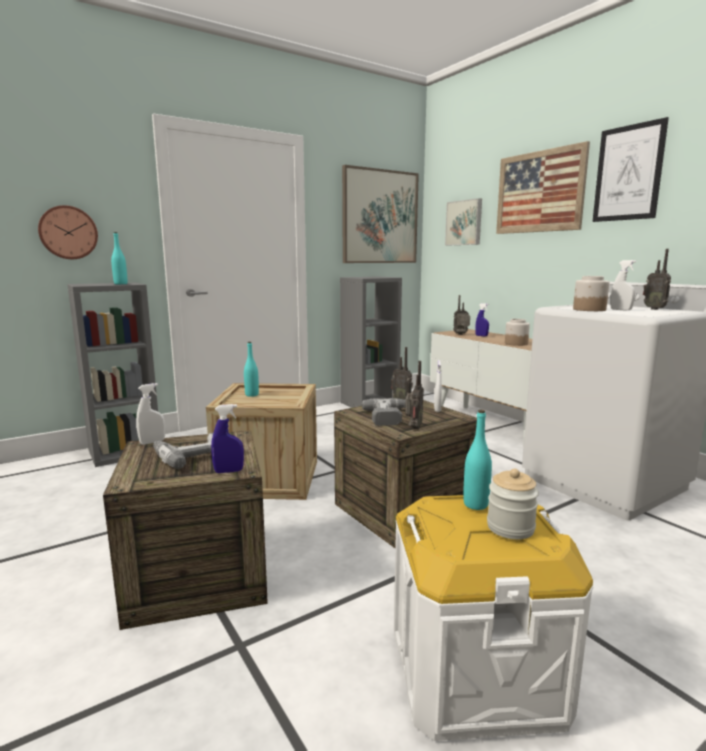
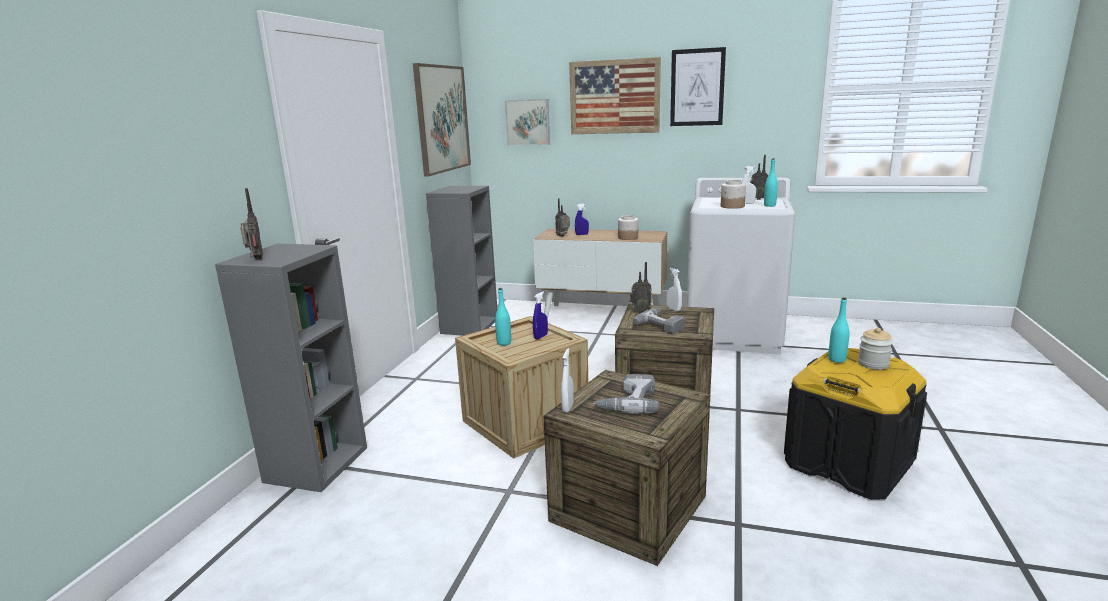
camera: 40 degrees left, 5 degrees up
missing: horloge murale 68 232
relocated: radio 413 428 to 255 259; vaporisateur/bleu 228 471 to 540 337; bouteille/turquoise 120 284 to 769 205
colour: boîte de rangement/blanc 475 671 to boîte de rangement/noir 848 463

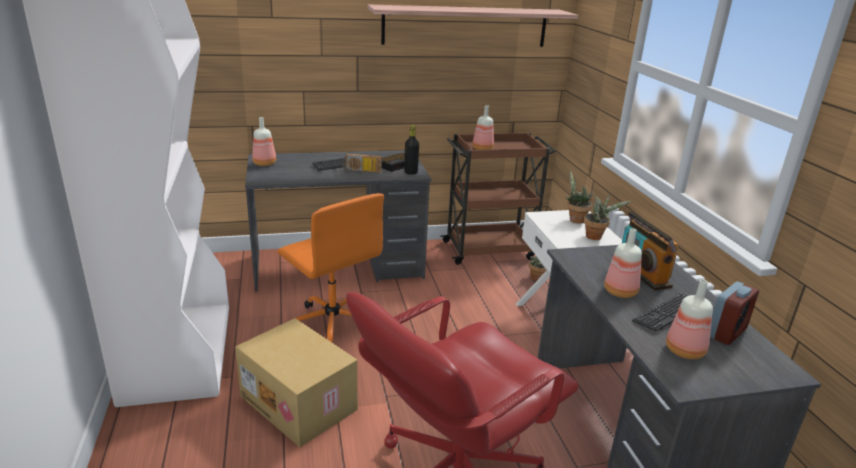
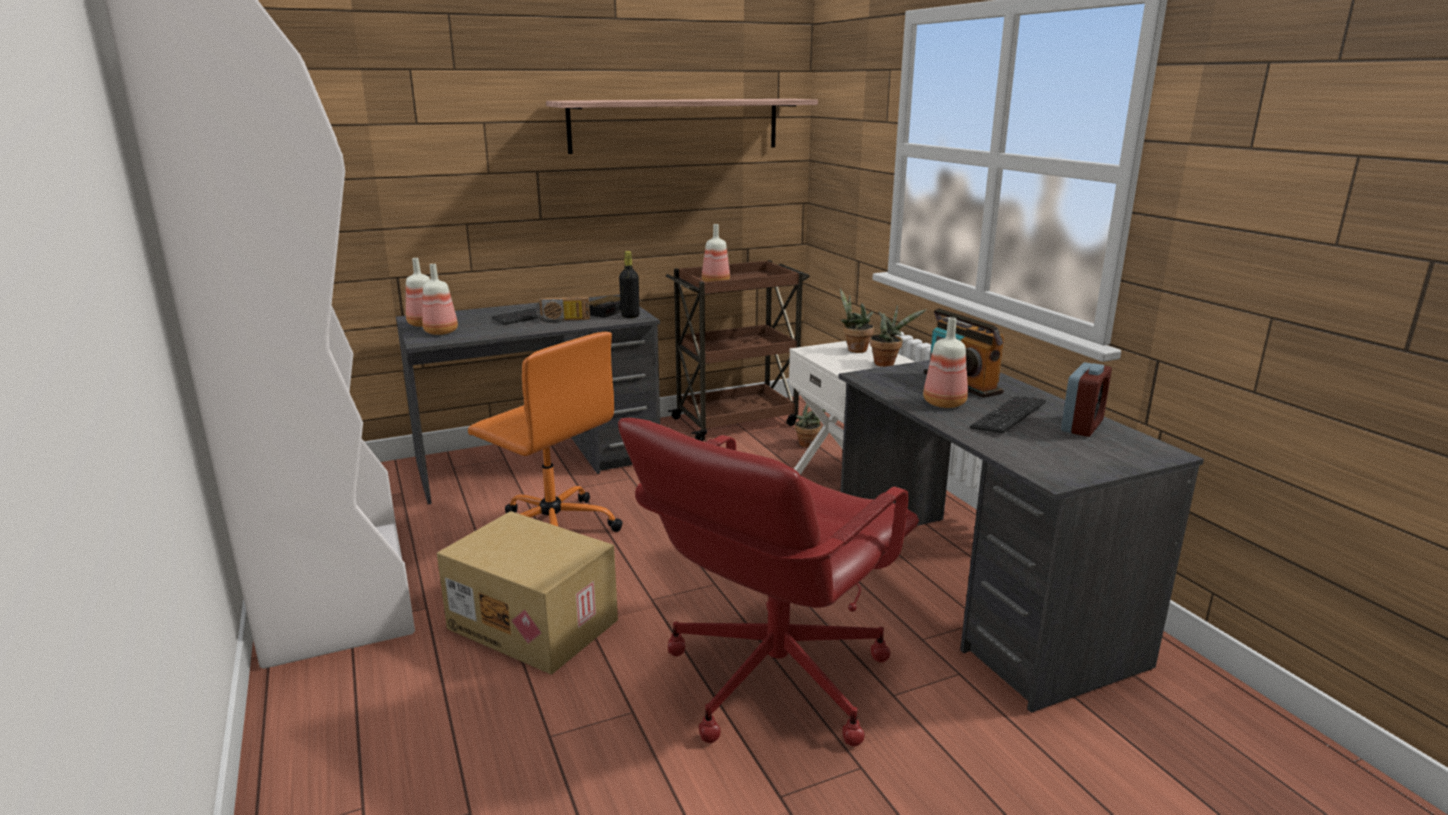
camera: 10 degrees left, 5 degrees down
relocated: bouteille 686 351 to 442 332

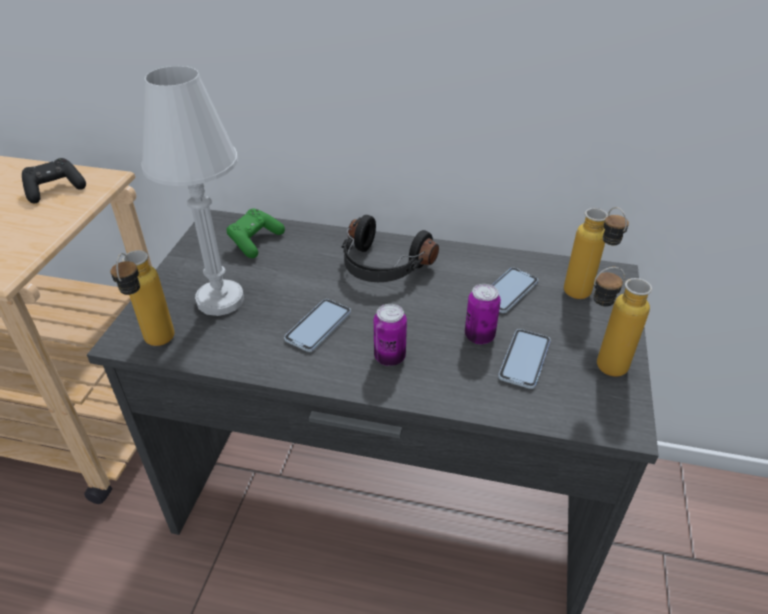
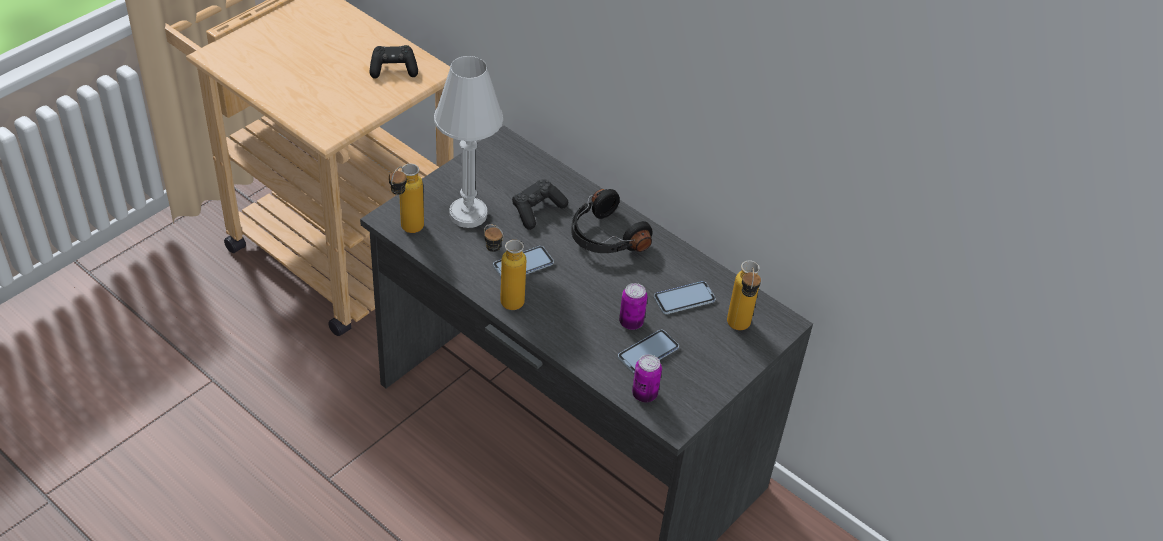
camera: 25 degrees right, 5 degrees up
missing: manette/vert 255 241
appeared: manette/noir 537 210
relocated: bouteille 598 367 to 503 299; boîte métallique 389 357 to 644 394

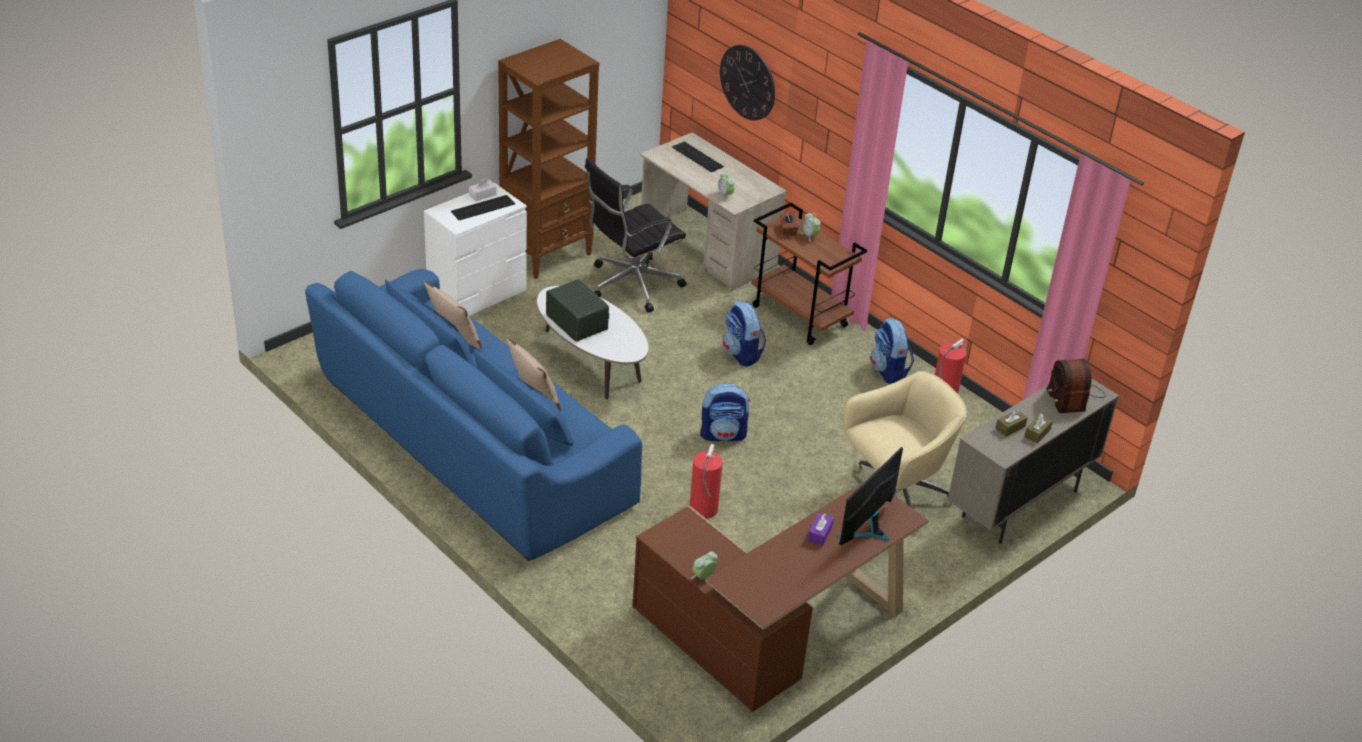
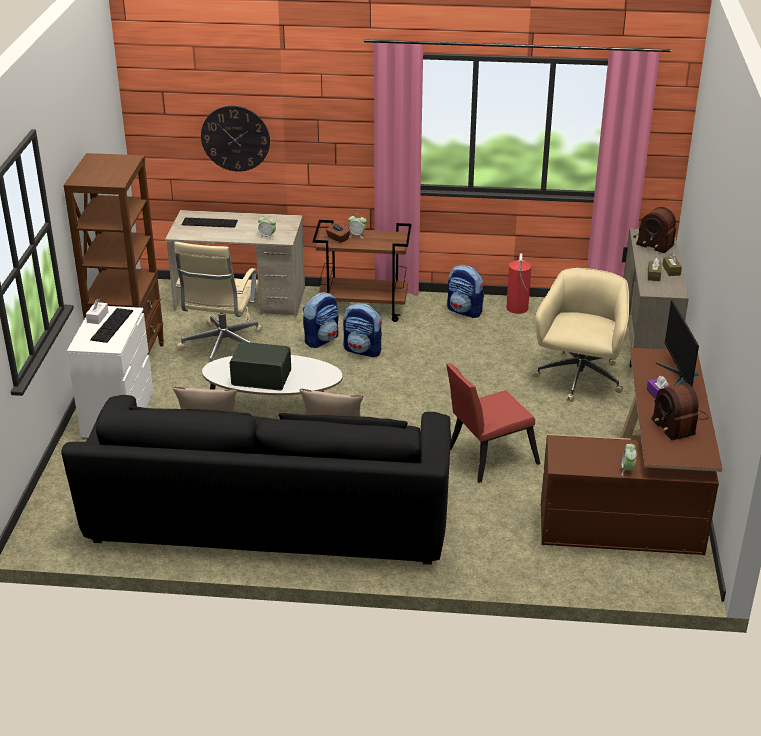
camera: 40 degrees left, 5 degrees down
appeared: radio 677 422
relocated: sac à dos 723 434 to 321 339
exchanged: extincteur 703 509 to chaise/rouge 487 457
colour: canapé/bleu 470 443 to canapé/noir 269 516; chaise de bureau/noir 631 285 to chaise de bureau/beige 223 348

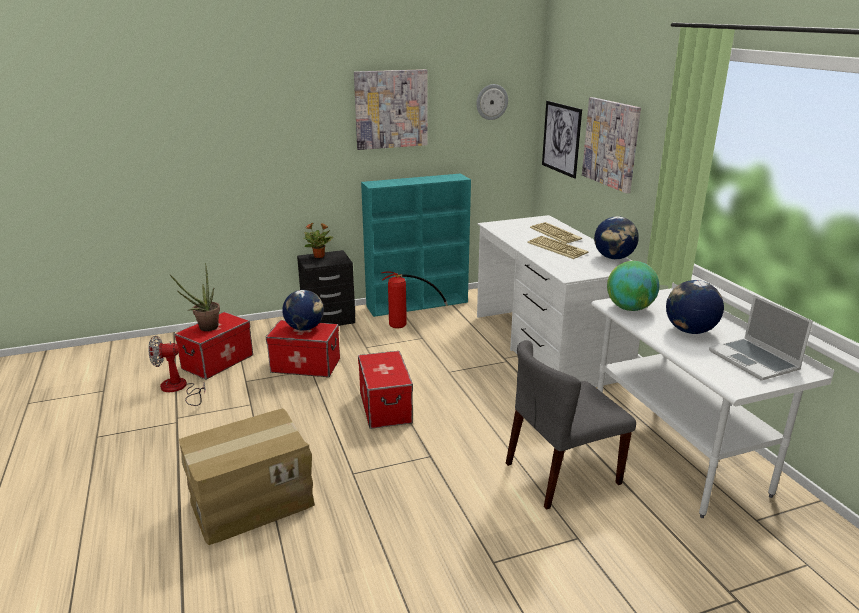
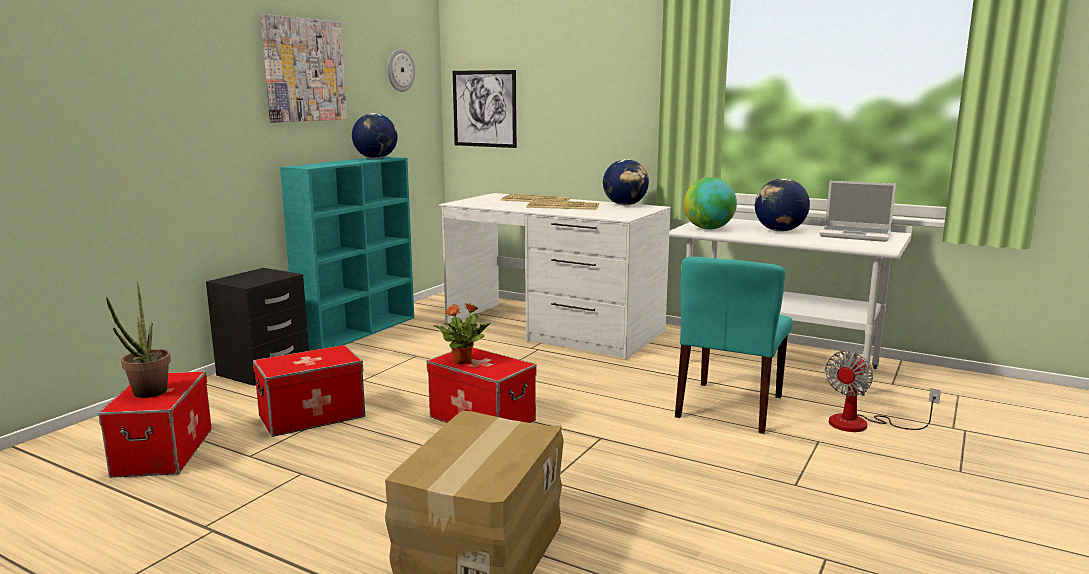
camera: 40 degrees left, 10 degrees down
missing: extincteur 408 324; tableau 611 143
relocated: globe 305 328 to 376 158; plante en pot 319 256 to 463 361; ventilateur 178 389 to 862 424
colour: chaise/gris 562 474 to chaise/turquoise 730 407

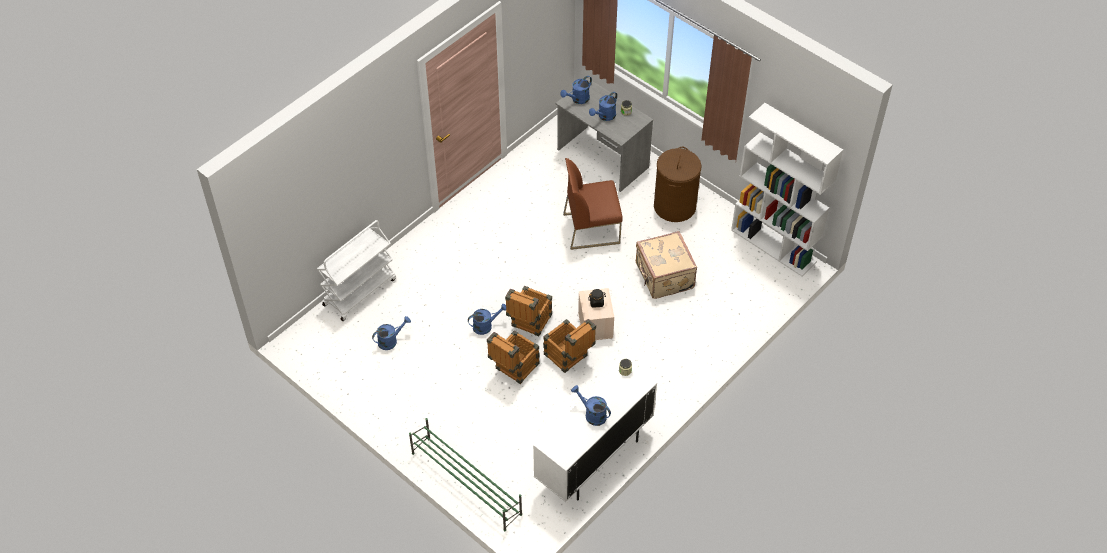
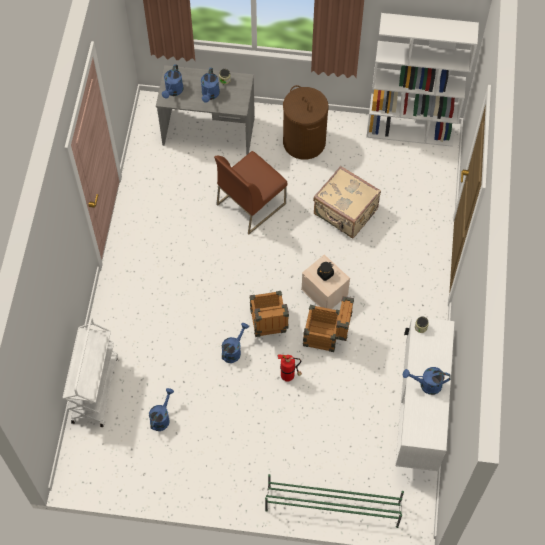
camera: 35 degrees left, 10 degrees up
exchanged: caisse 513 369 to extincteur 289 376

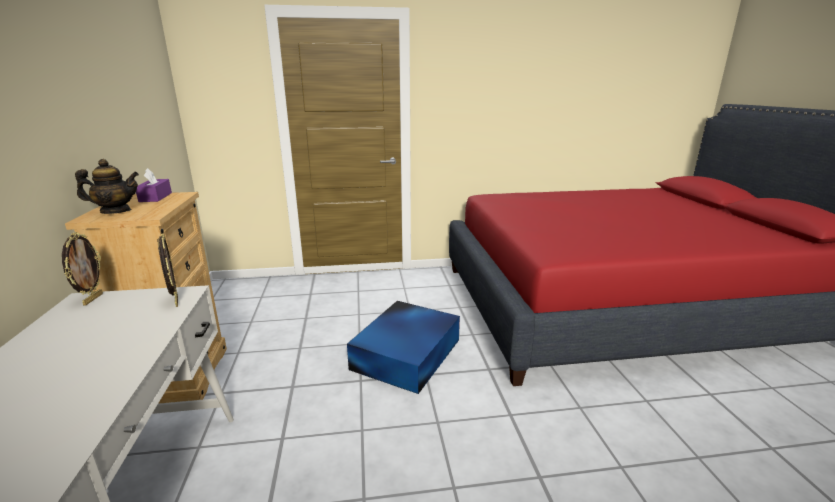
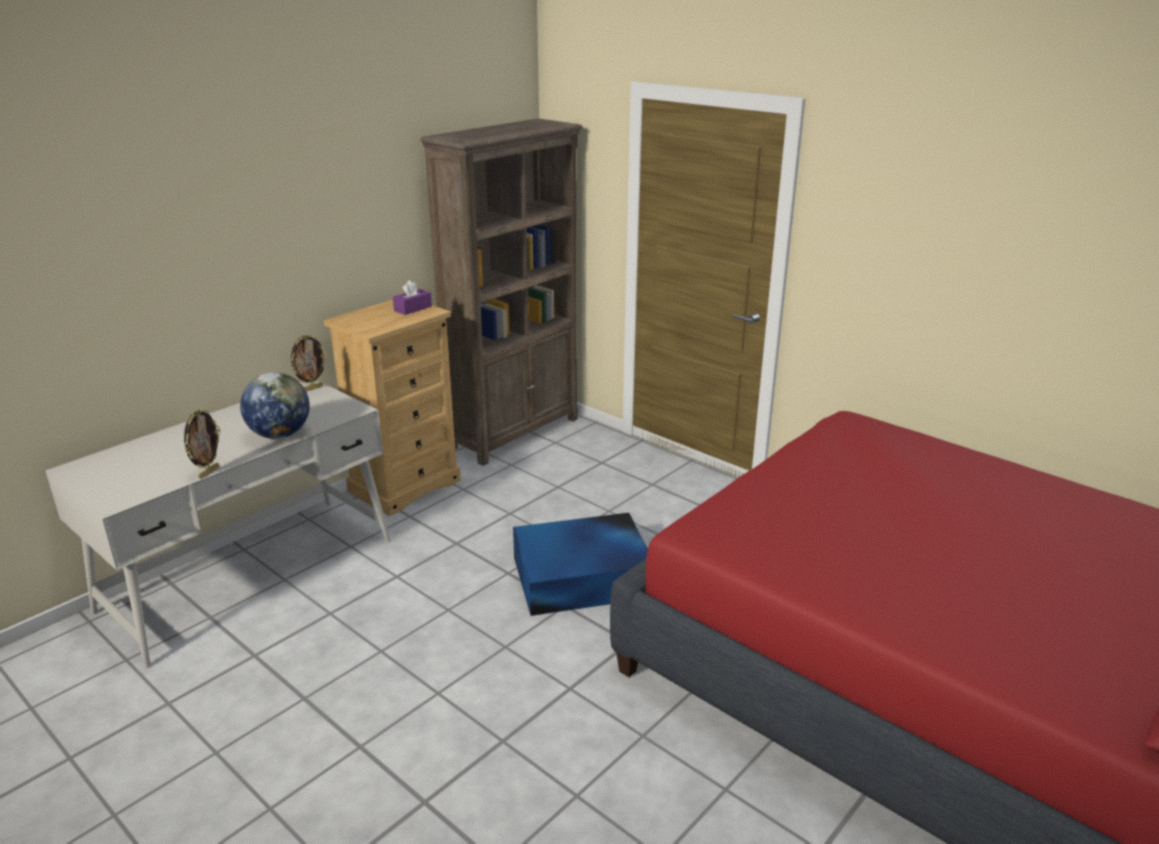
camera: 50 degrees right, 5 degrees up
missing: théière 116 211
appeared: globe 280 435; bibliothèque/marron 515 433
relocated: cadre photo 175 301 to 208 472

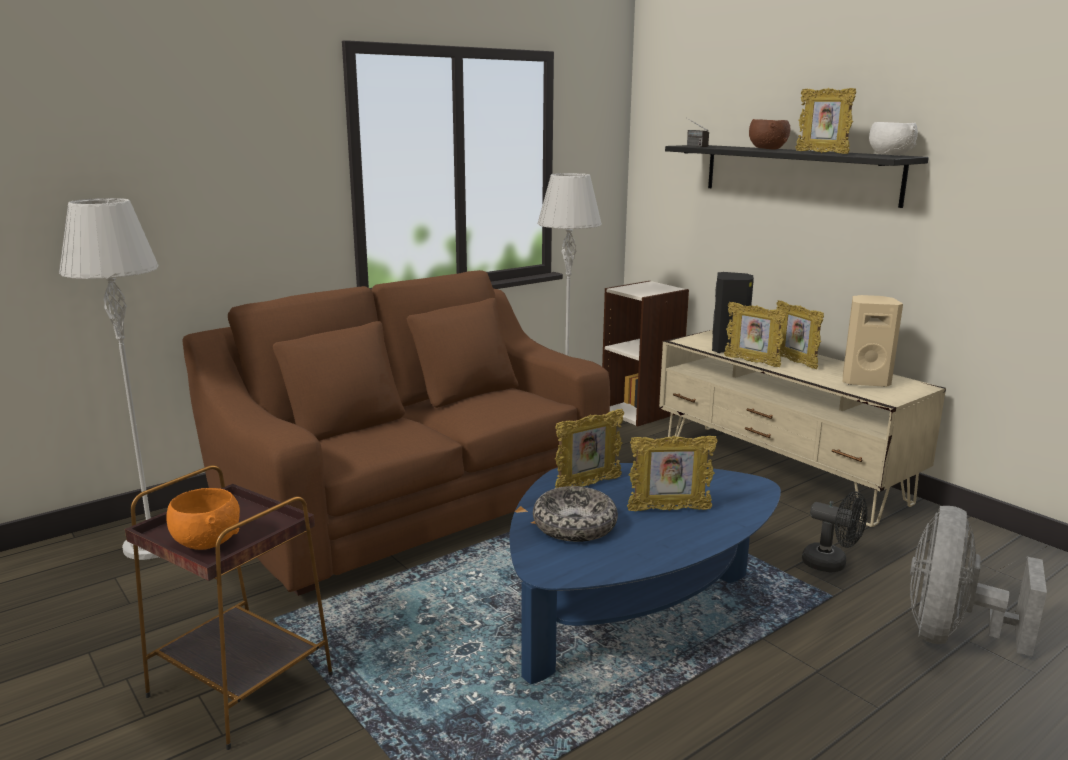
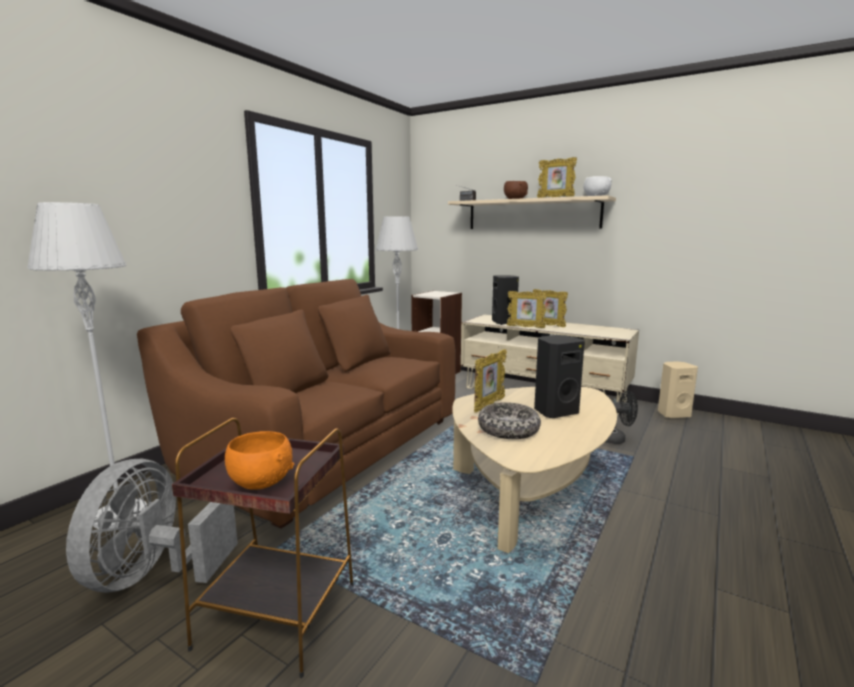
camera: 20 degrees left, 5 degrees down
relocated: ventilateur/gris 951 634 to 154 574; enceinte/beige 864 381 to 673 414
exchanged: cadre photo 669 510 to enceinte/noir 555 411
colour: étagère/noir 798 173 to étagère/beige 532 214; table basse/bleu 632 613 to table basse/beige 532 490

